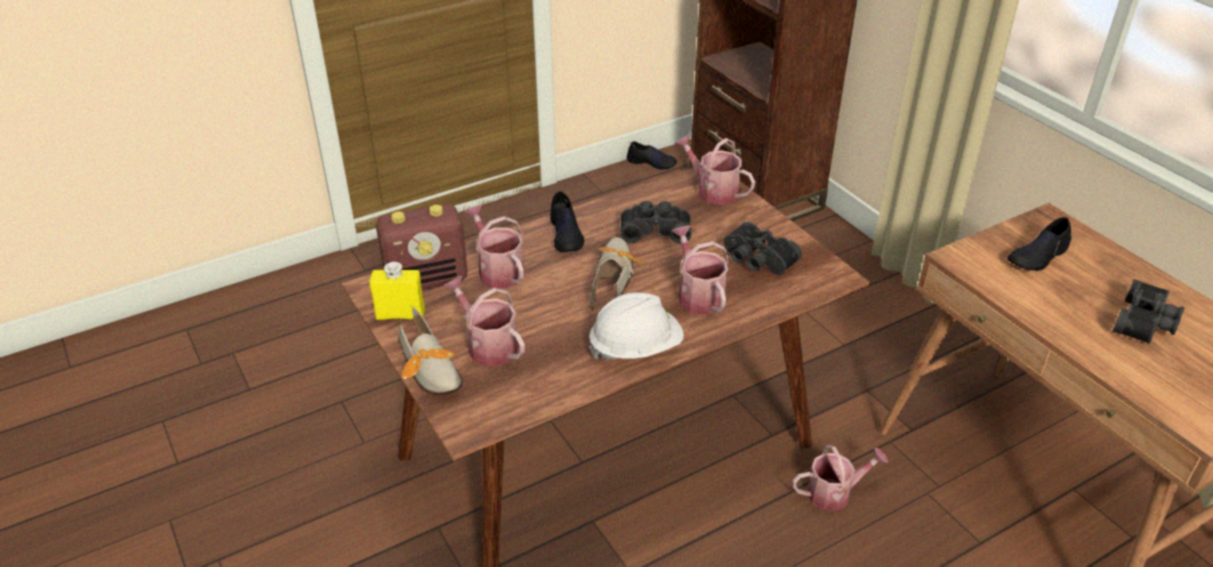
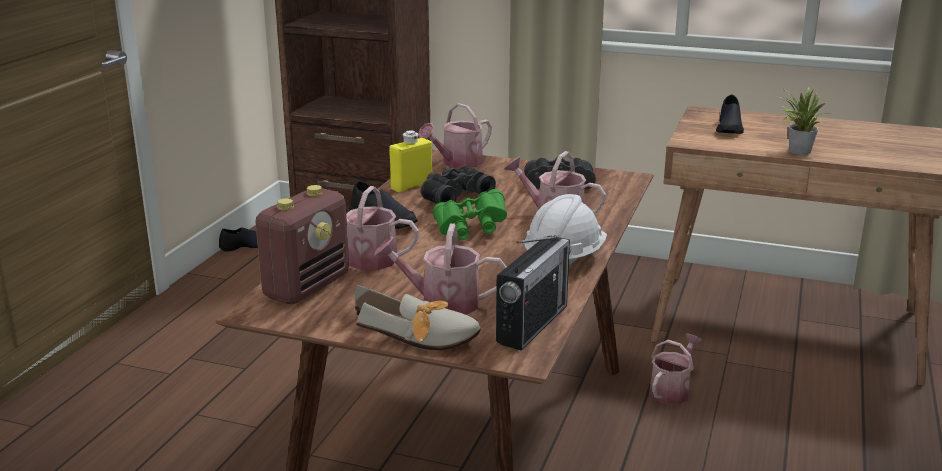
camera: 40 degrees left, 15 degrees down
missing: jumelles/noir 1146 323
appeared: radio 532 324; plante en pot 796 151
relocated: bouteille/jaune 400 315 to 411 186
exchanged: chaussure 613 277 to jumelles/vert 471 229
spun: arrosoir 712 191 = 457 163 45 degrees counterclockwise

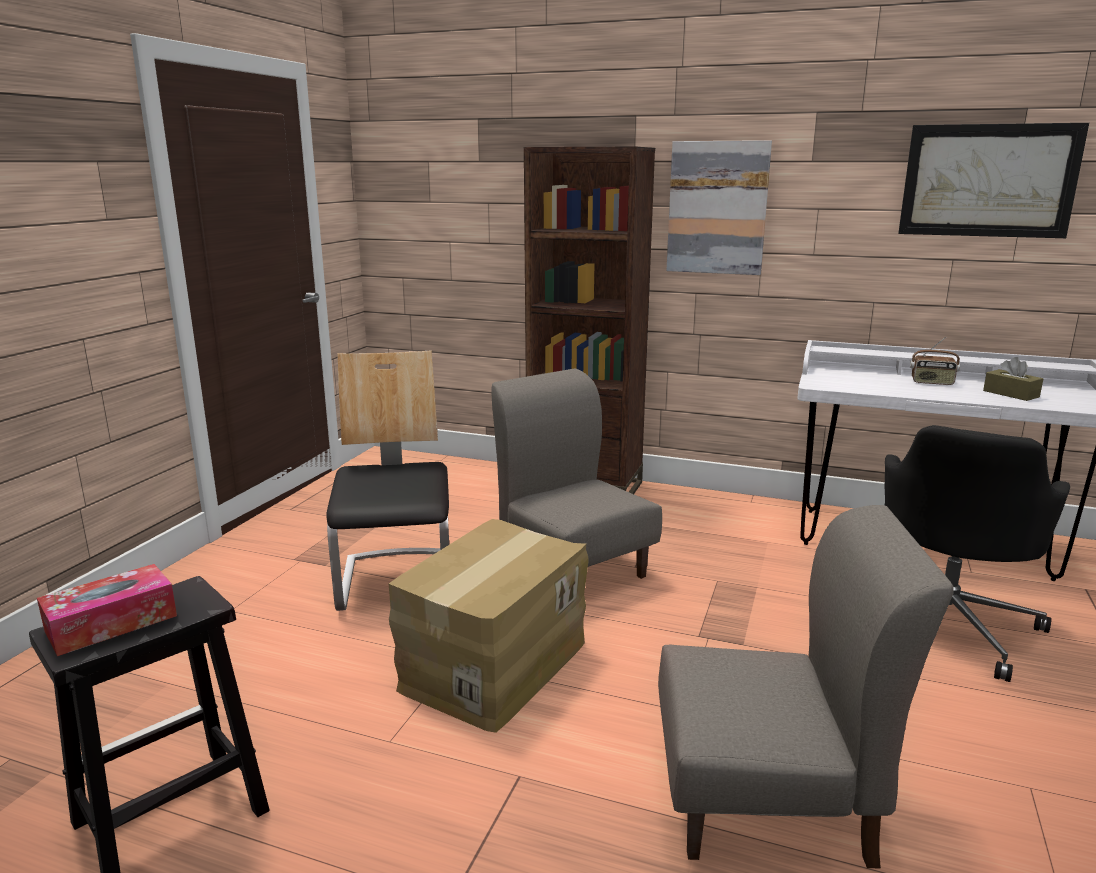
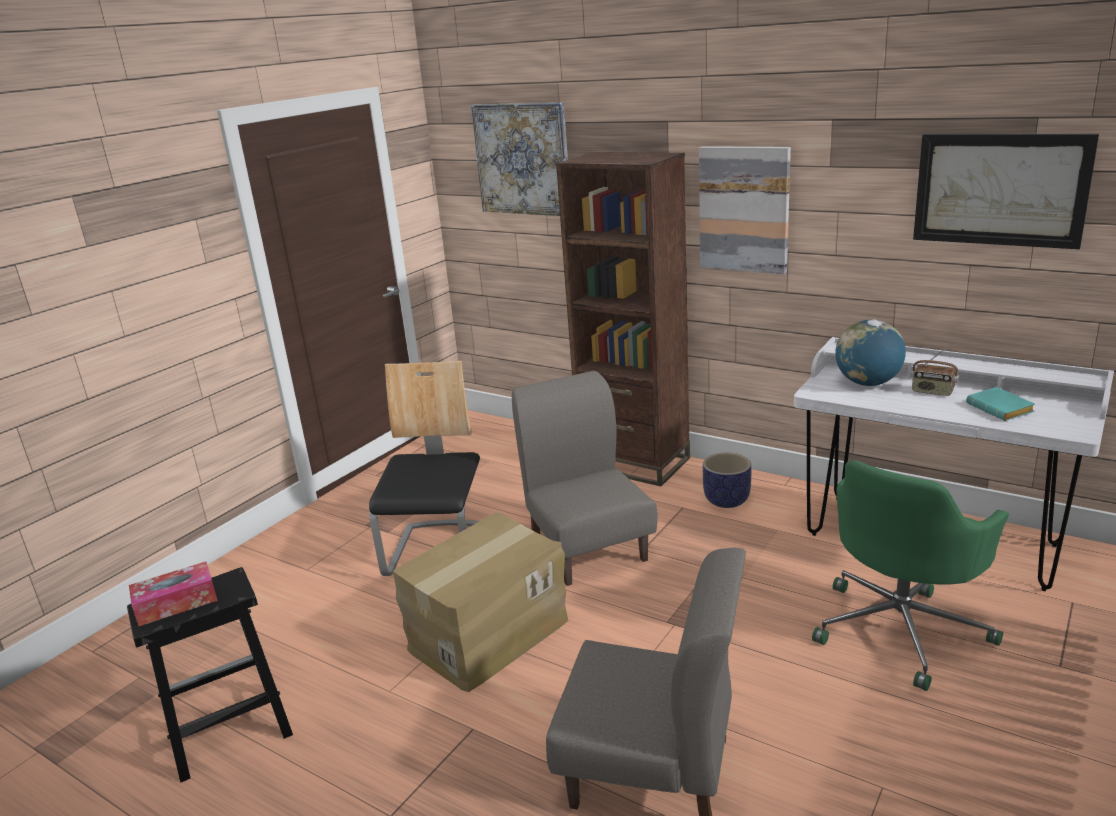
camera: 15 degrees right, 5 degrees up
appeared: tableau 522 159; cache-pot 727 500; globe 867 383
exchanged: boîte à mouchoirs/marron 1010 394 to livre/turquoise 1001 409
colour: chaise de bureau/noir 945 624 to chaise de bureau/vert 901 628

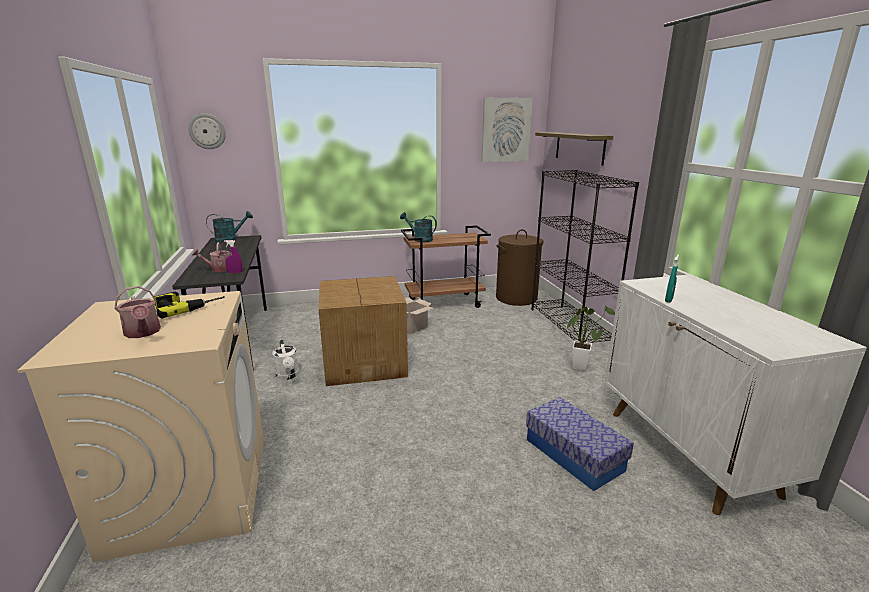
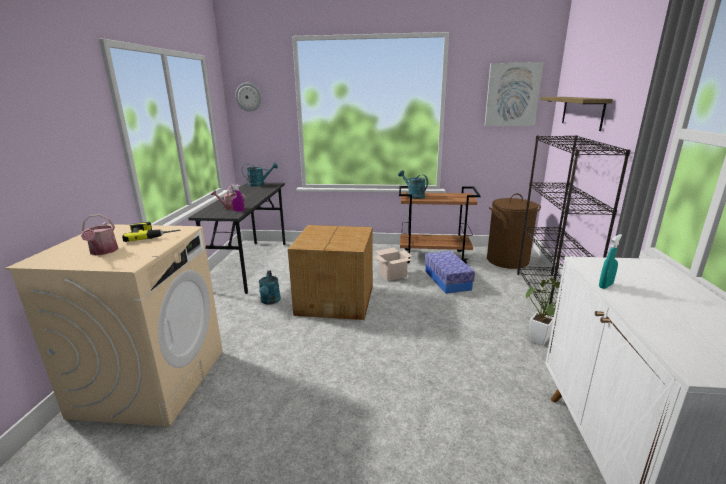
camera: 20 degrees right, 0 degrees up
relocated: boîte de rangement 573 454 to 447 280
colour: arrosoir/blanc 288 376 to arrosoir/turquoise 270 301

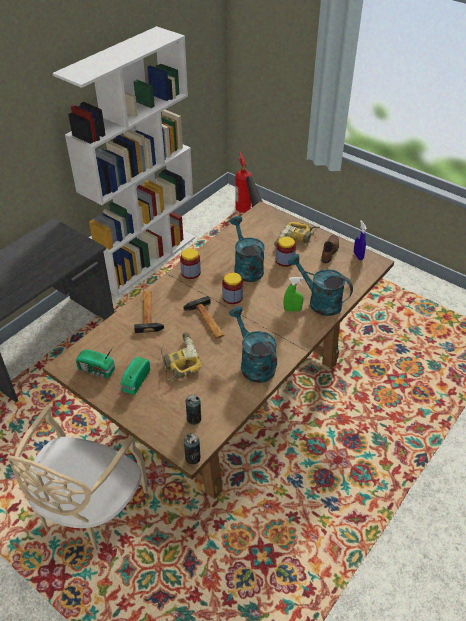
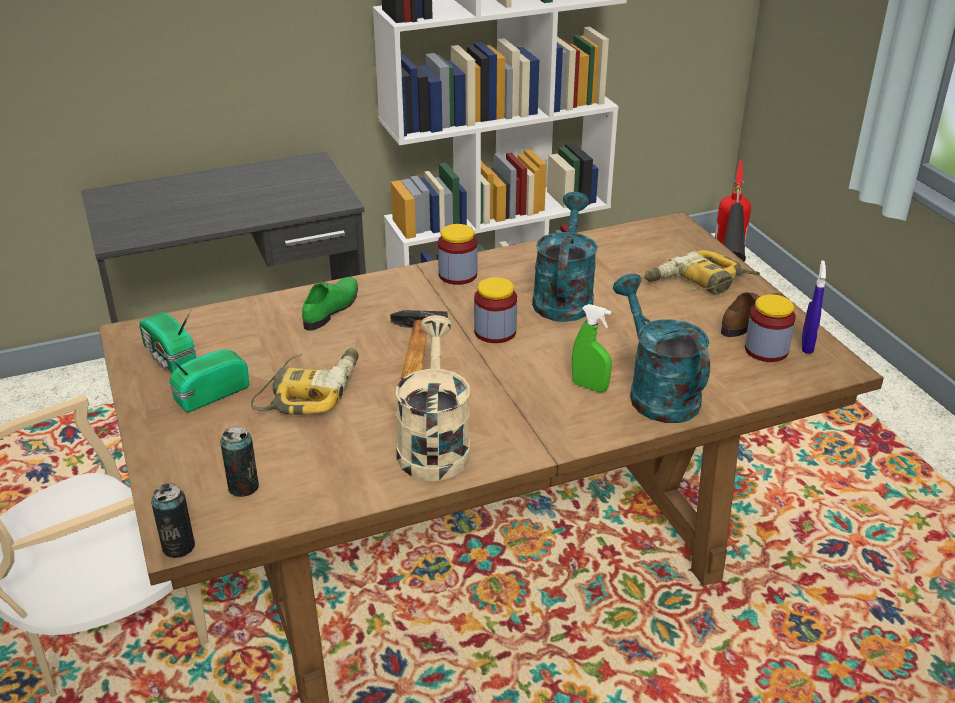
camera: 30 degrees right, 10 degrees down
relocated: bocal 285 260 to 766 350
exchanged: marteau 149 312 to chaussure/vert 332 307
colour: arrosoir/turquoise 253 363 to arrosoir/beige 433 444

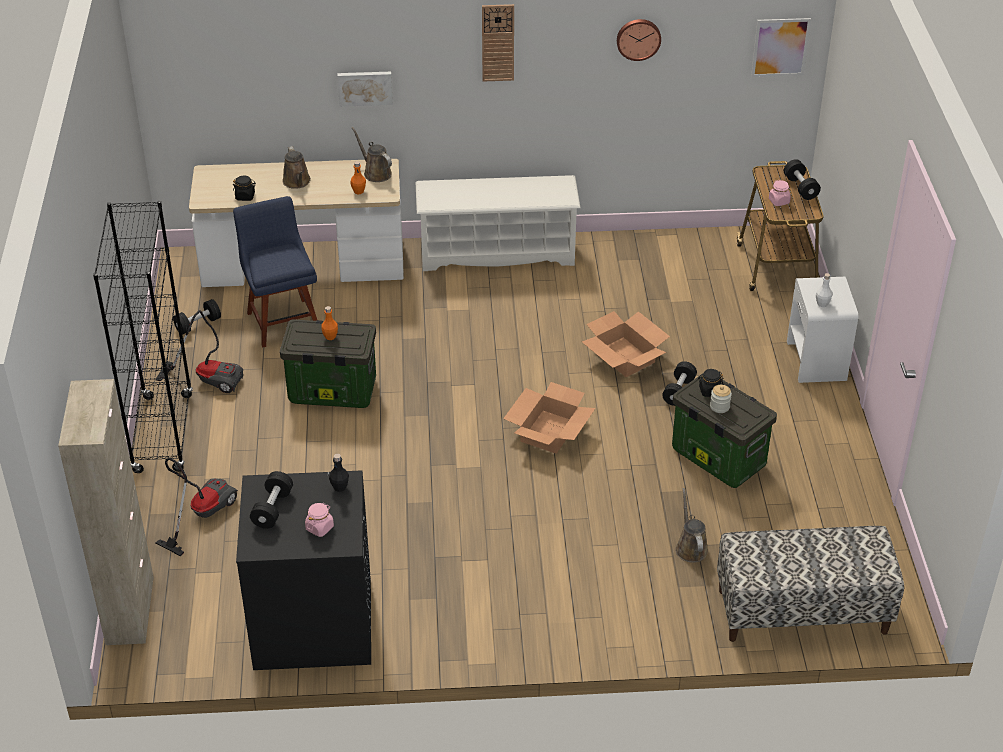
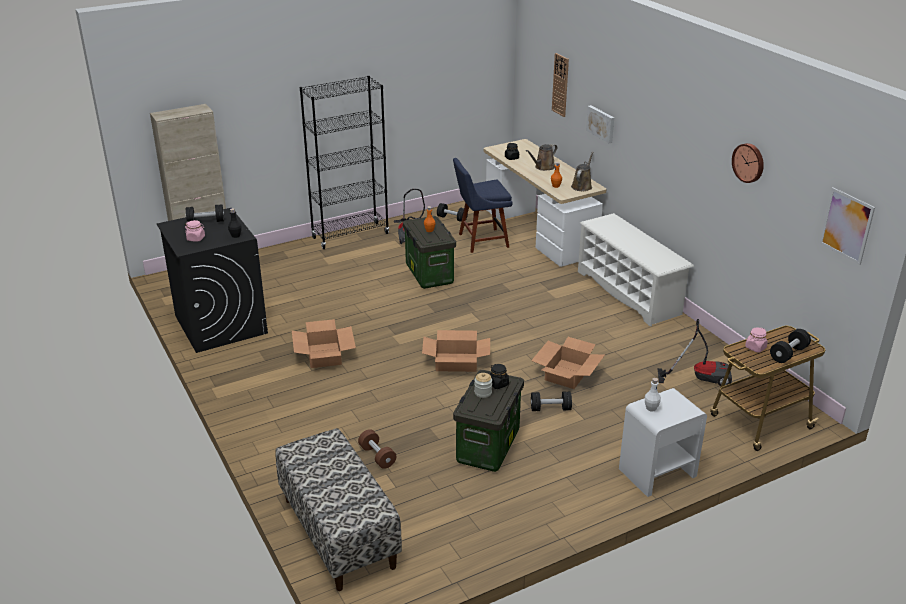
camera: 65 degrees right, 10 degrees down
appeared: carton 324 355
relocated: horloge murale 498 42 to 560 85; aspirateur 201 514 to 700 377
exchanged: arrosoir/marron 690 547 to haltère/marron 377 456
spun: chaise/bleu 282 320 = 480 241 150 degrees counterclockwise

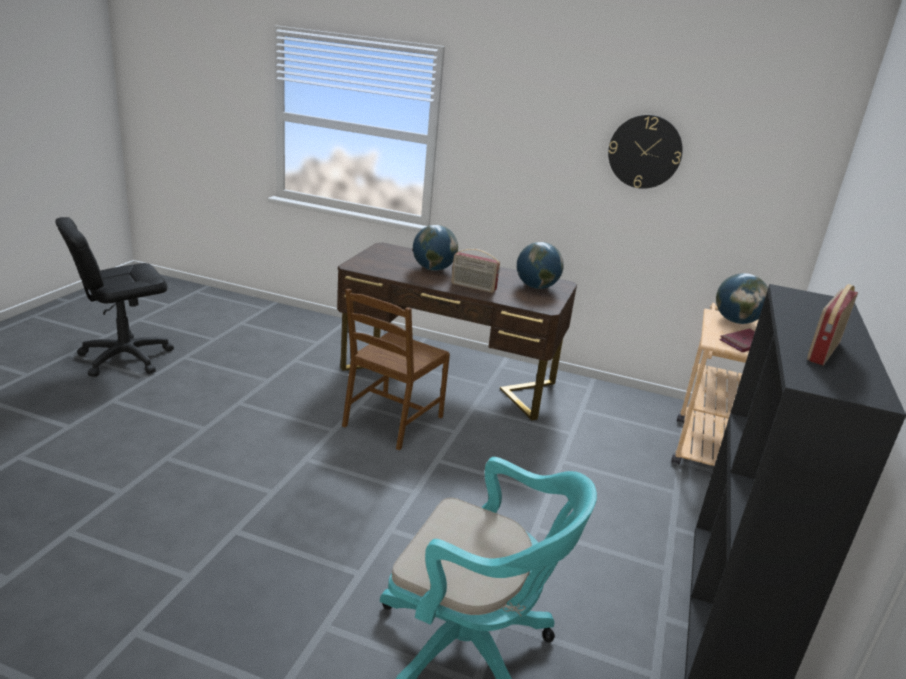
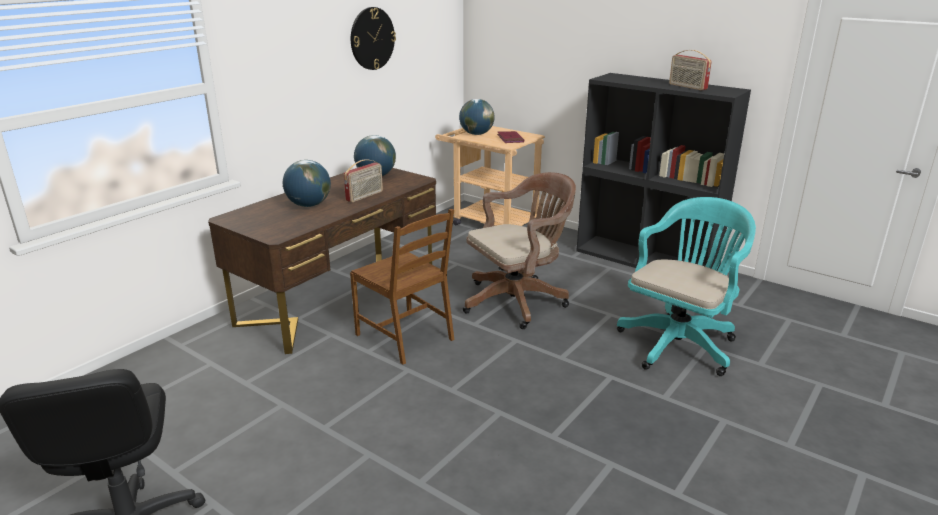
camera: 70 degrees left, 0 degrees up
appeared: chaise de bureau/marron 518 300

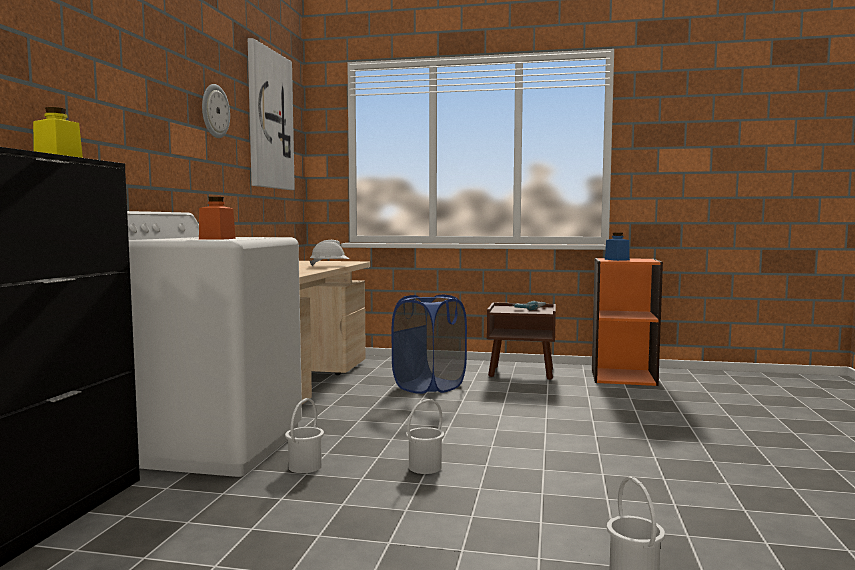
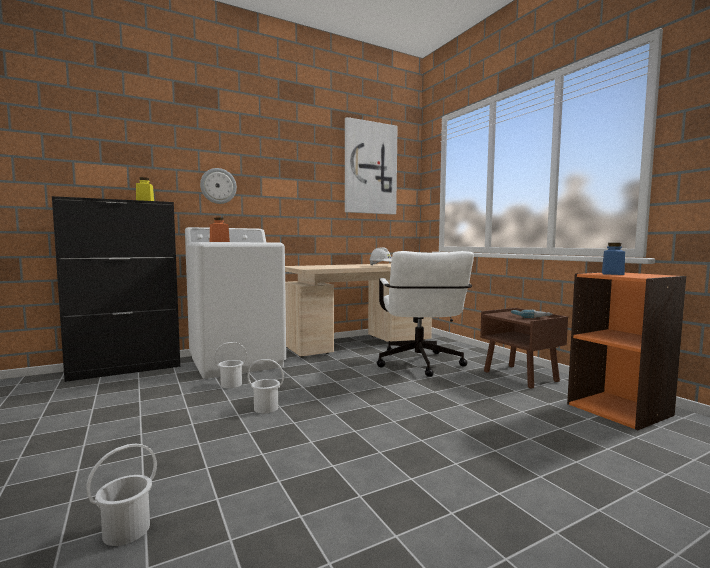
camera: 50 degrees right, 0 degrees up
relocated: horloge murale 214 111 to 218 186
exchanged: panier à linge/bleu 429 386 to chaise de bureau/blanc 420 365

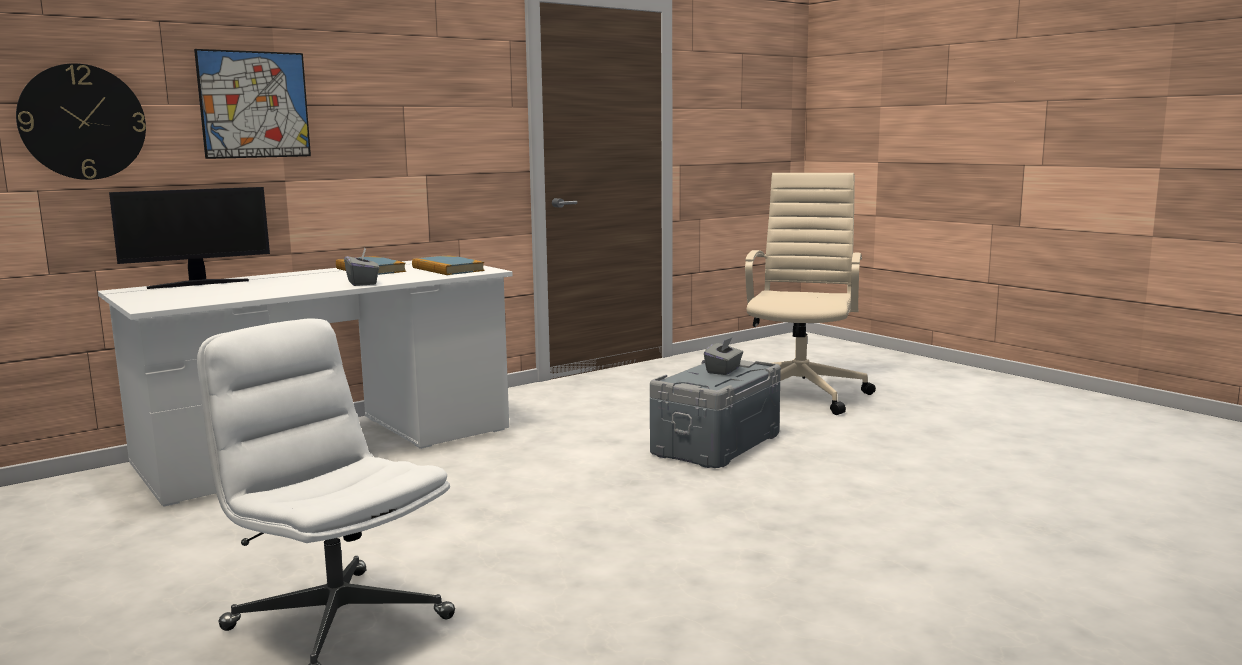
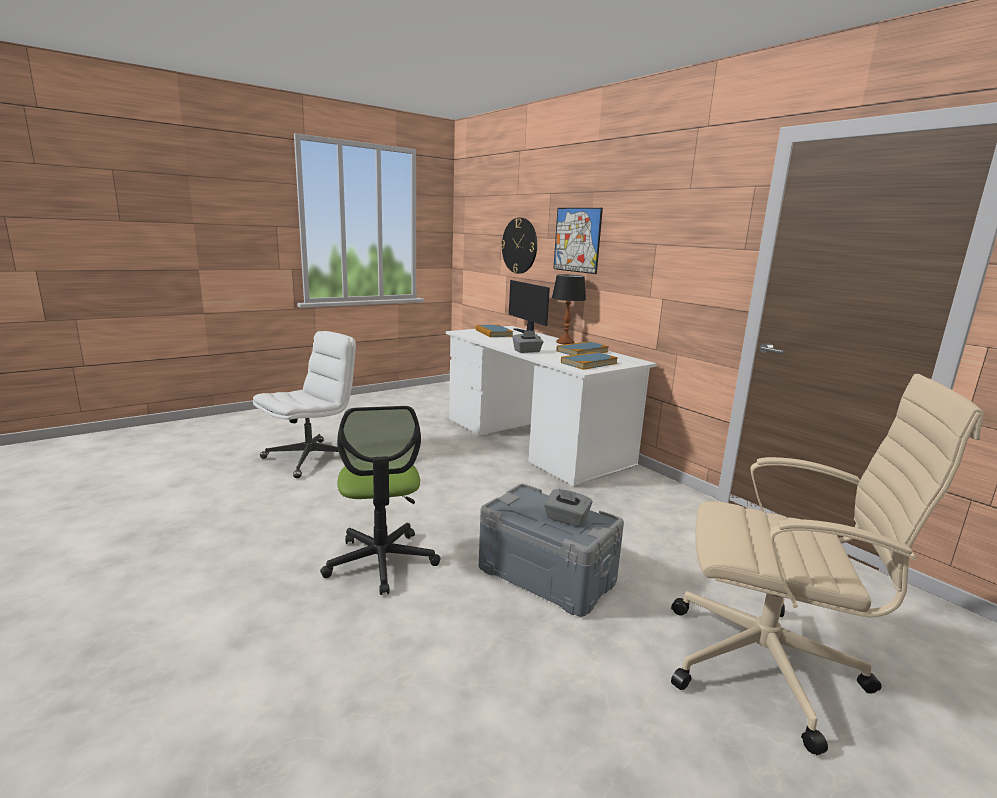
camera: 90 degrees right, 5 degrees up
appeared: chaise de bureau 381 561; livre 493 333; lampe de table 565 342

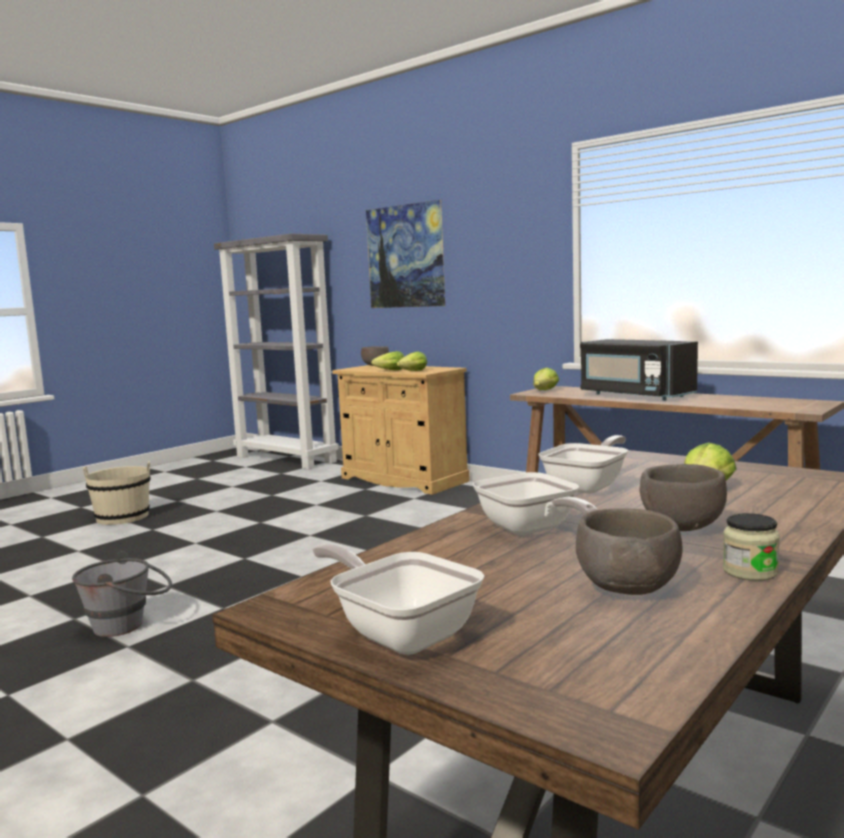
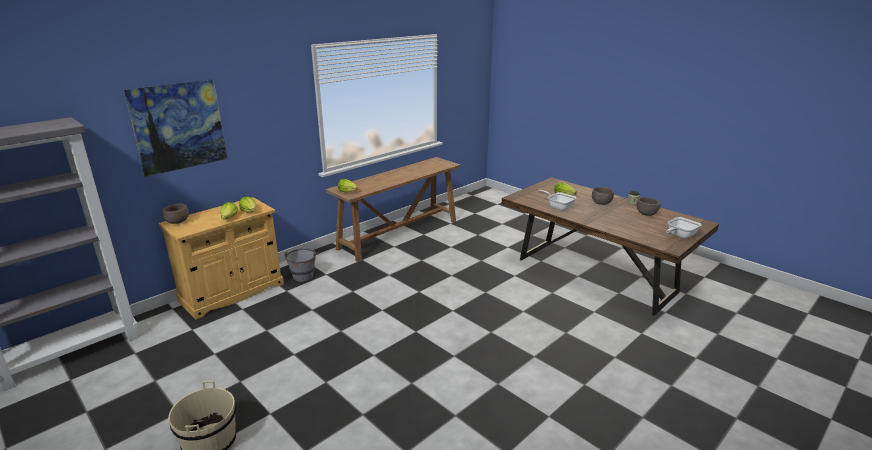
camera: 85 degrees left, 15 degrees up
missing: poêle 531 530; micro-ondes/noir 634 395
relocated: seau/gris 129 625 to 303 274

